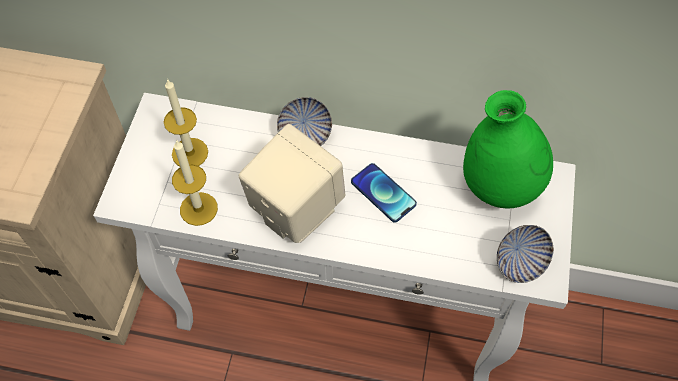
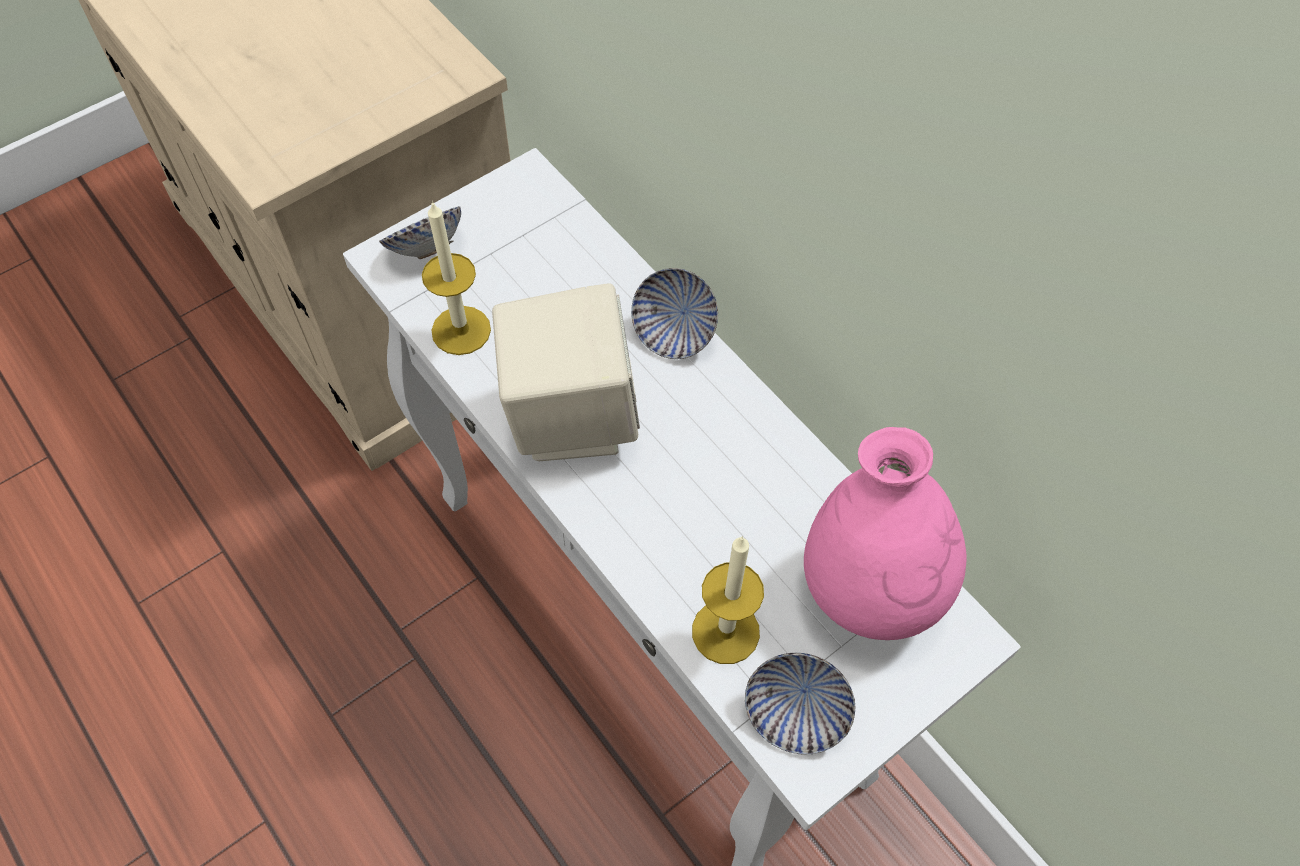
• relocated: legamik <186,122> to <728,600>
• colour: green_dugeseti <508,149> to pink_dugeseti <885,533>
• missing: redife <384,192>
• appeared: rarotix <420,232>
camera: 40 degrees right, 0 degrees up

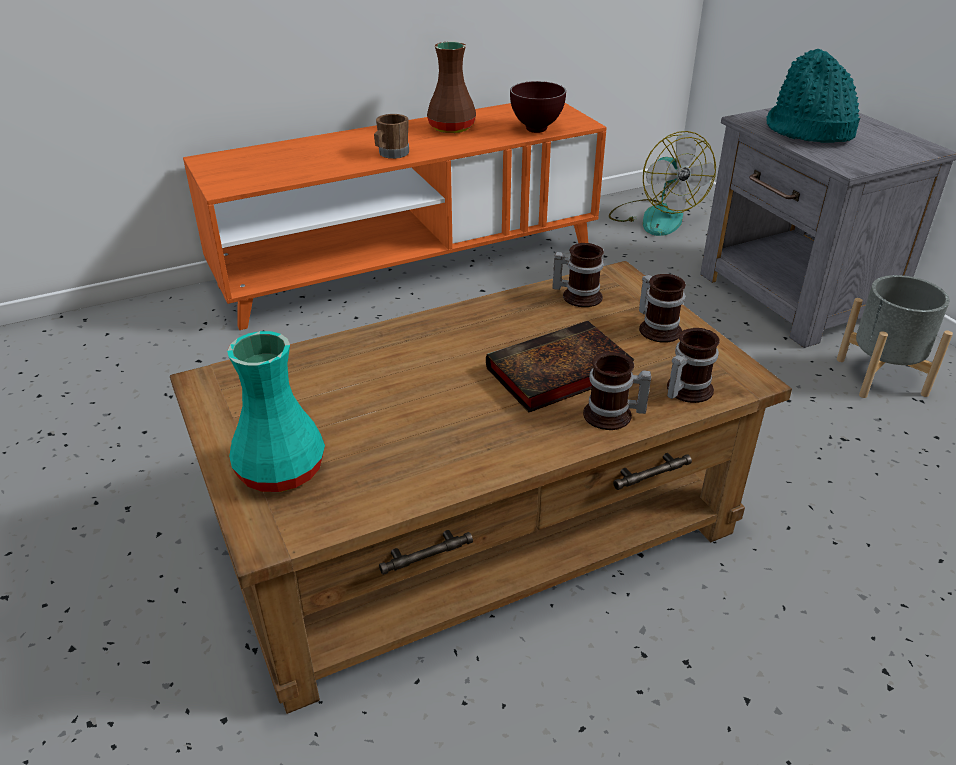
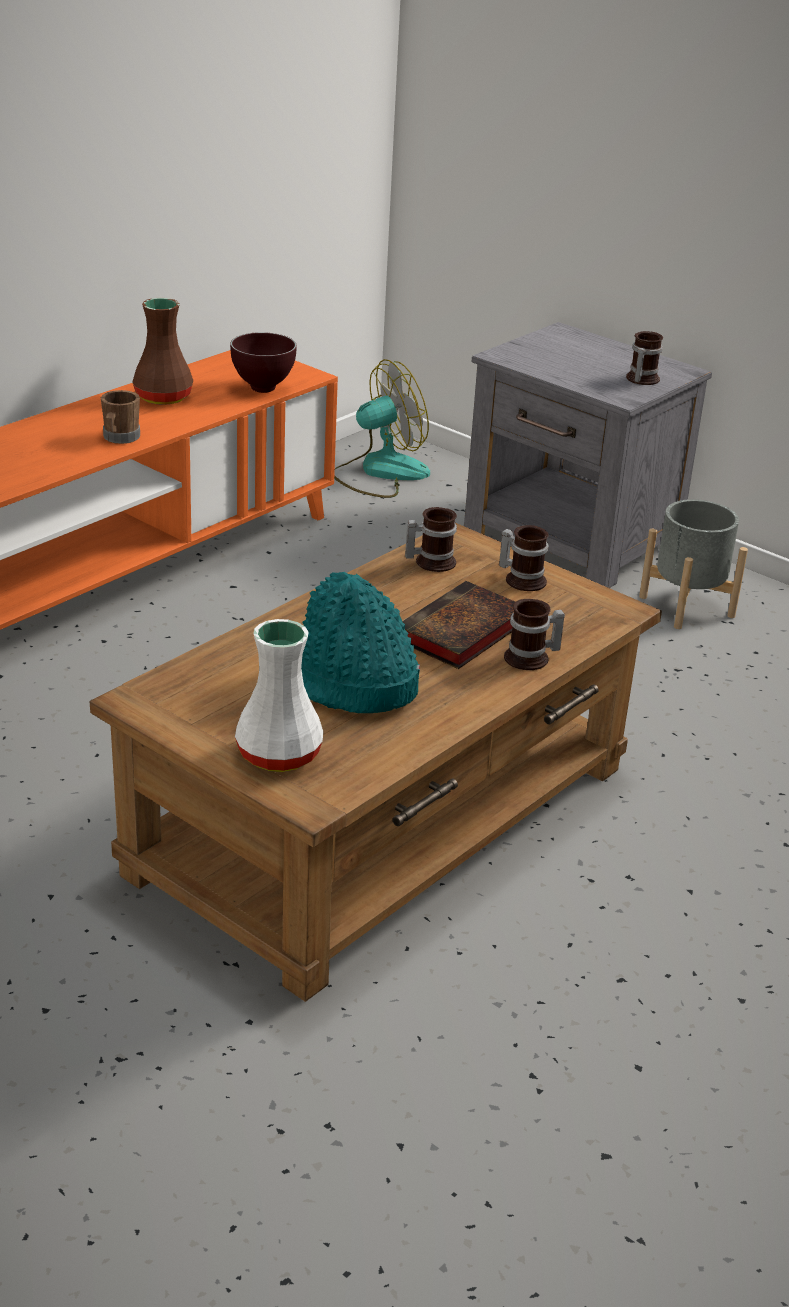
• relocated: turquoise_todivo <813,96> to <360,642>
• spun: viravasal <662,183> = <382,428> 75 degrees counterclockwise
• relocated: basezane <693,365> to <644,358>
• colour: turquoise_dugeseti <276,411> to white_dugeseti <279,695>
camera: 25 degrees left, 5 degrees down

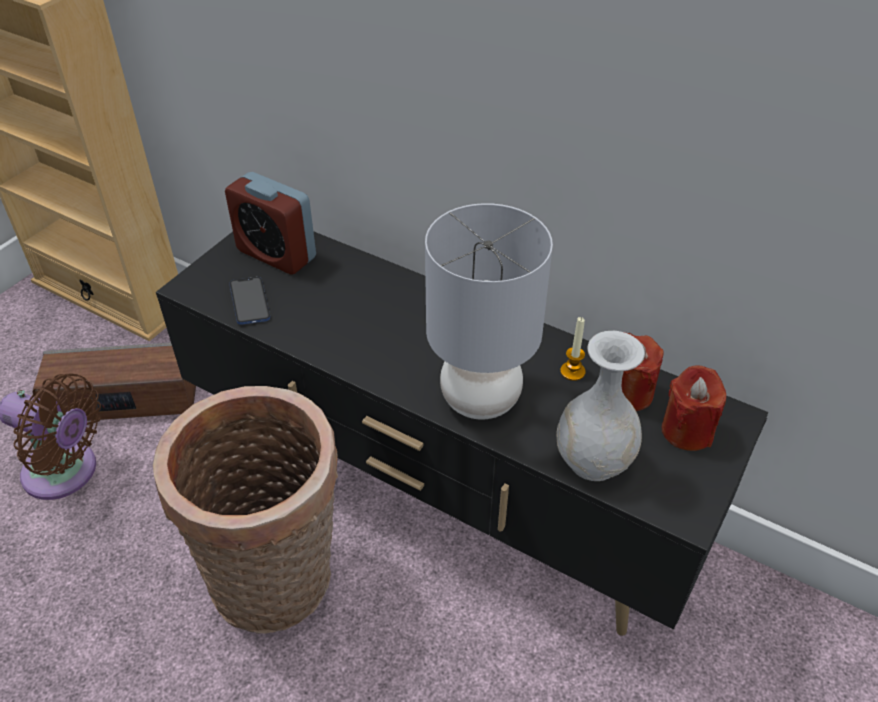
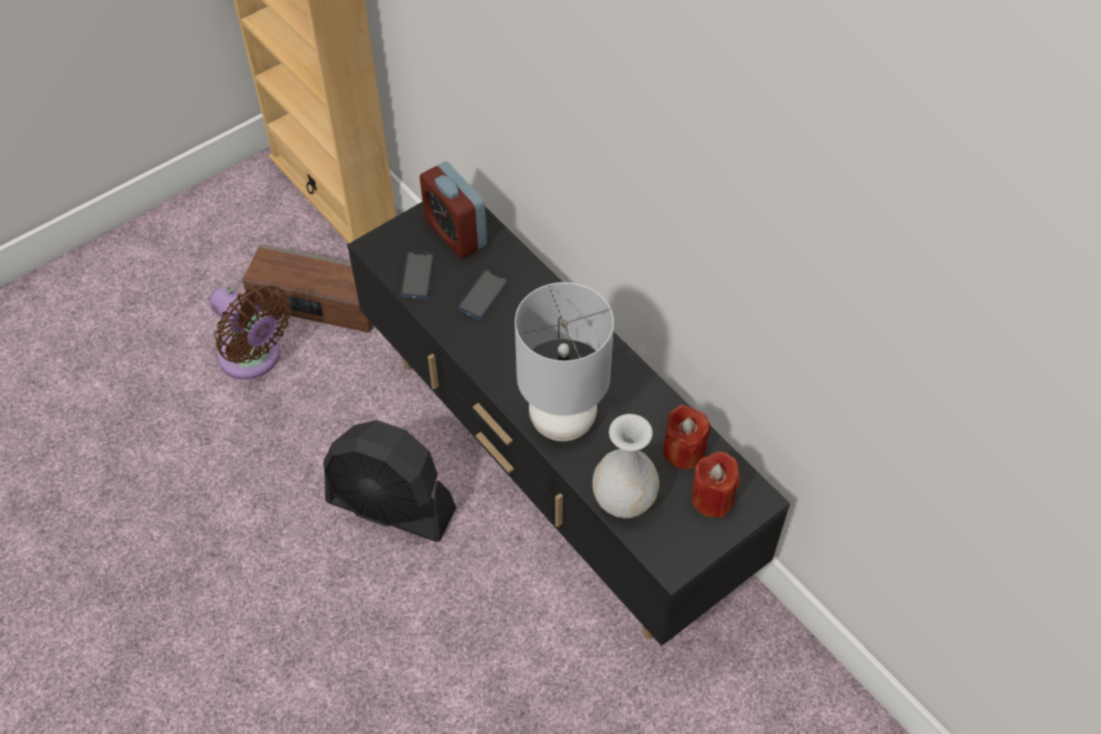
• missing: legamik <573,349>
• exchanged: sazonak <245,510> to black_viravasal <389,481>
• appeared: redife <483,294>
camera: 20 degrees right, 10 degrees up

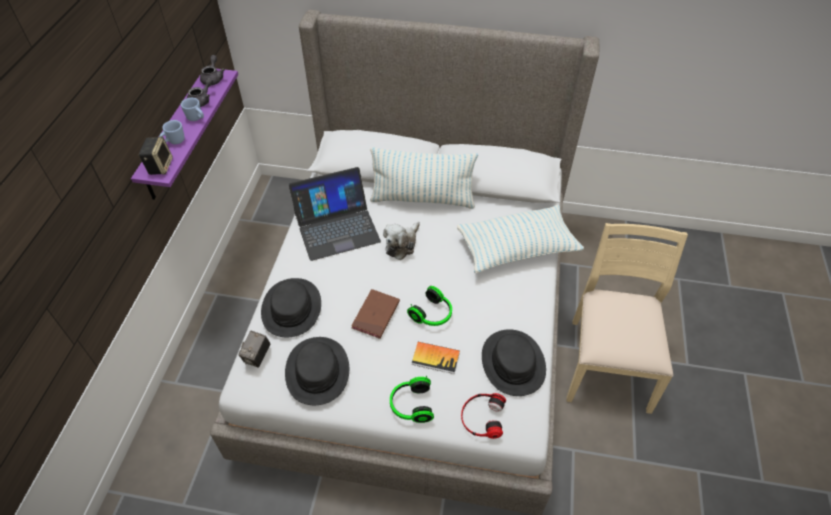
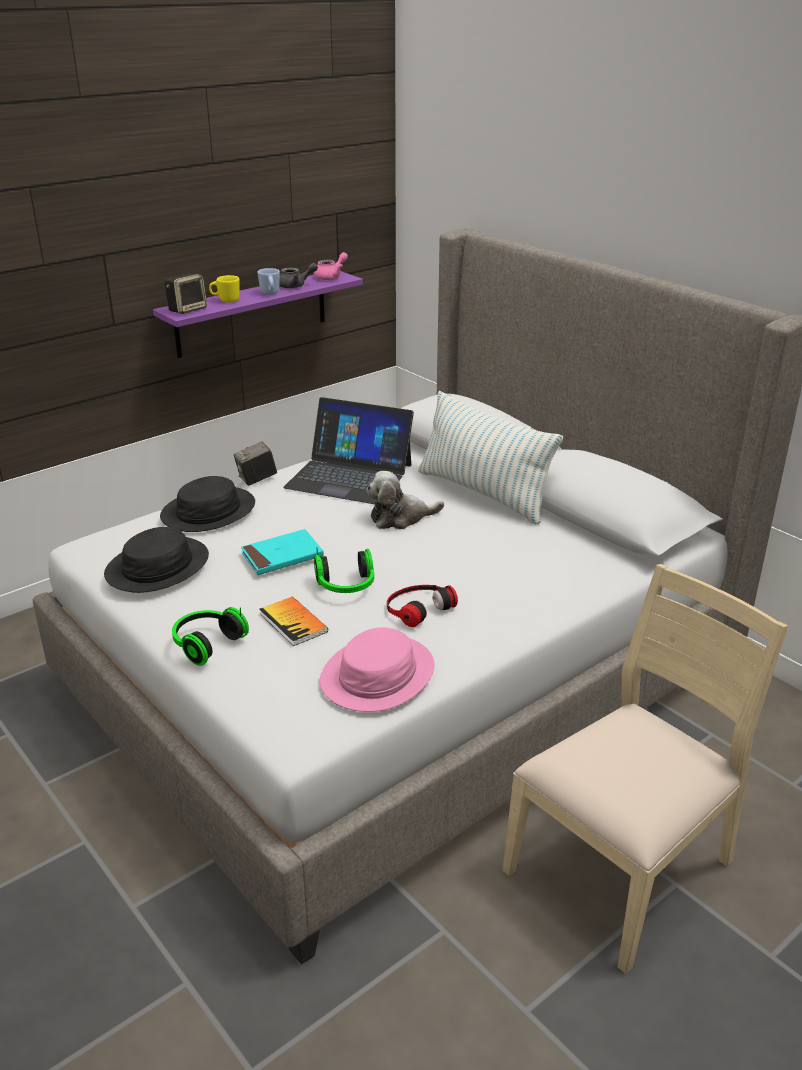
• colour: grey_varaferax <212,70> to pink_varaferax <331,266>
• colour: blue_basezane <172,132> to yellow_basezane <224,289>
• missing: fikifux <520,239>
• colour: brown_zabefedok <375,314> to turquoise_zabefedok <282,552>
• colour: black_todivo <514,362> to pink_todivo <377,669>
• relocated: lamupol <255,349> to <255,463>
• relocated: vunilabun <483,416> to <422,606>
camera: 40 degrees right, 20 degrees down

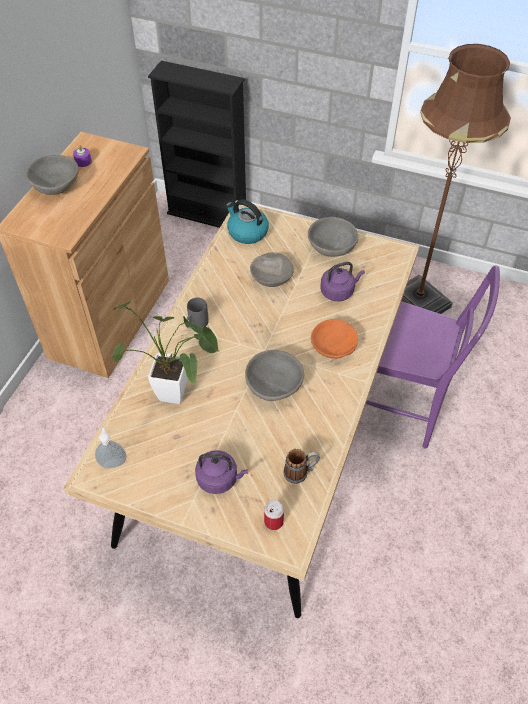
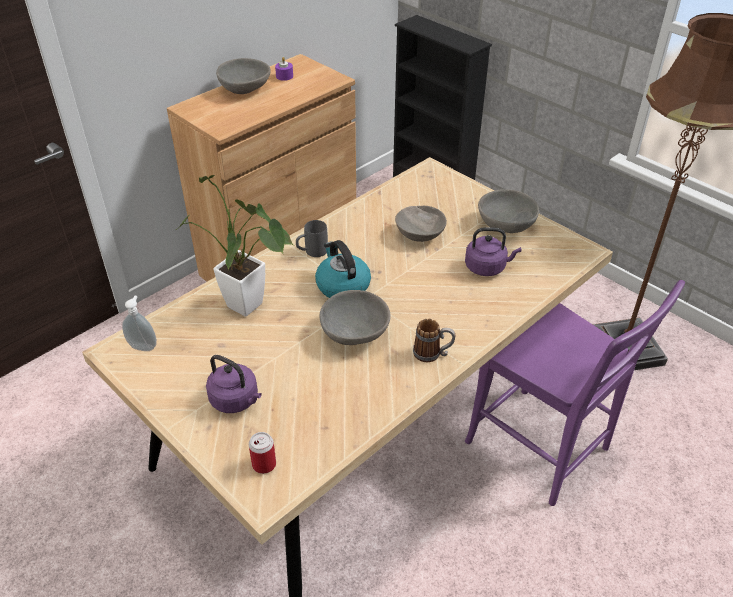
• relocated: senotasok <247,221> to <343,269>
• missing: orange_rarotix <334,339>
• relocated: basezane <301,466> to <434,340>
camera: 25 degrees right, 10 degrees down

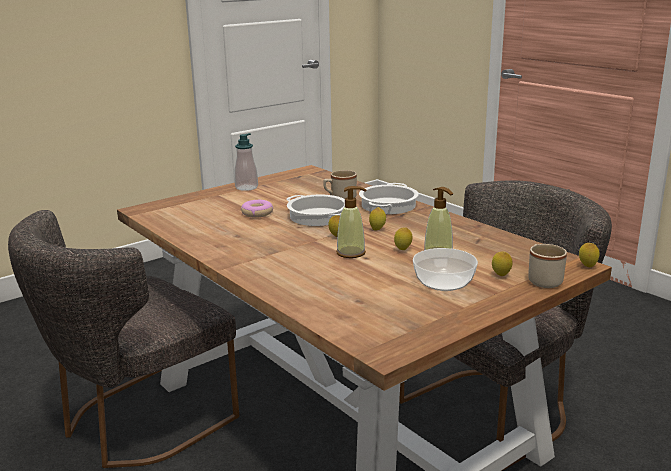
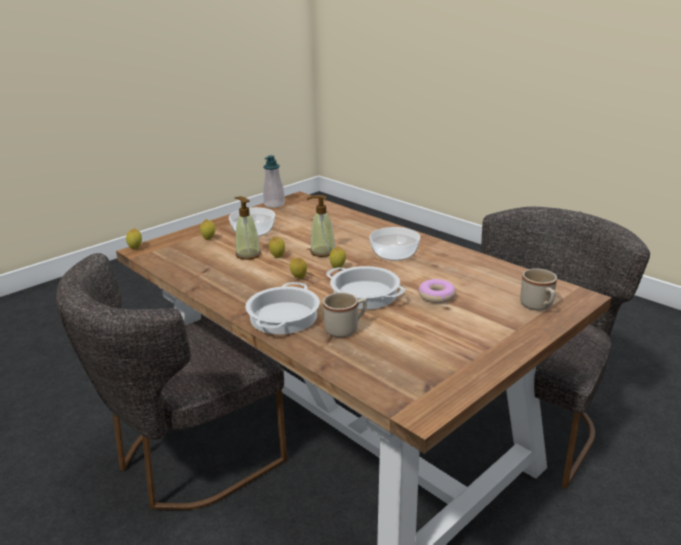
• relocated: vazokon <246,162> to <274,181>
• relocated: beige_basezane <547,266> to <538,289>
• appeared: rarotix <394,244>
camera: 175 degrees right, 5 degrees up

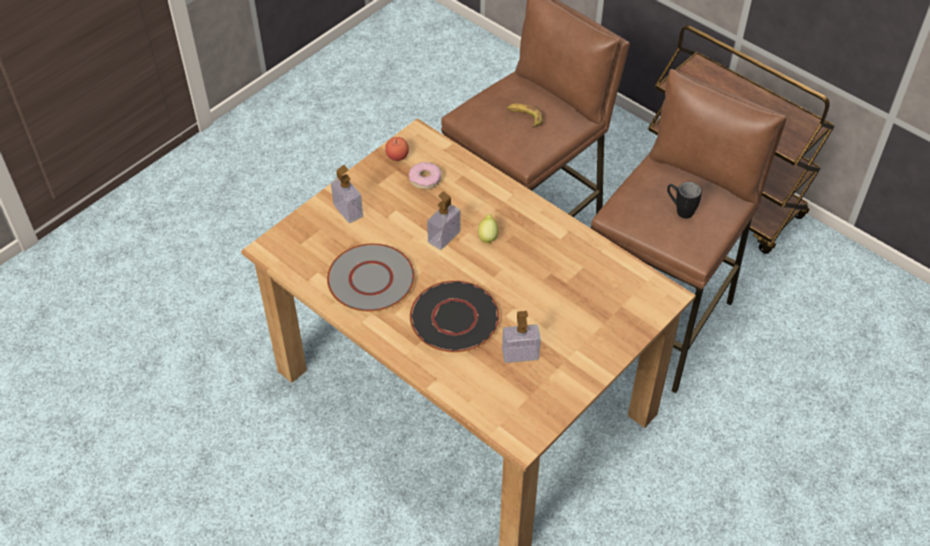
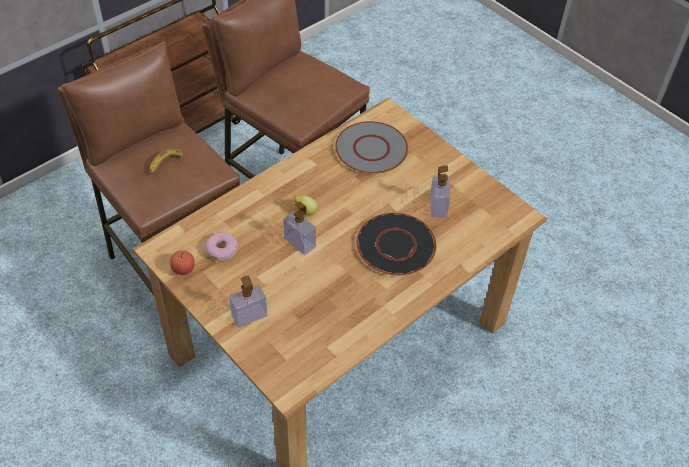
• missing: black_basezane <684,200>
• relocated: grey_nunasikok <371,277> to <371,147>
camera: 85 degrees left, 0 degrees up

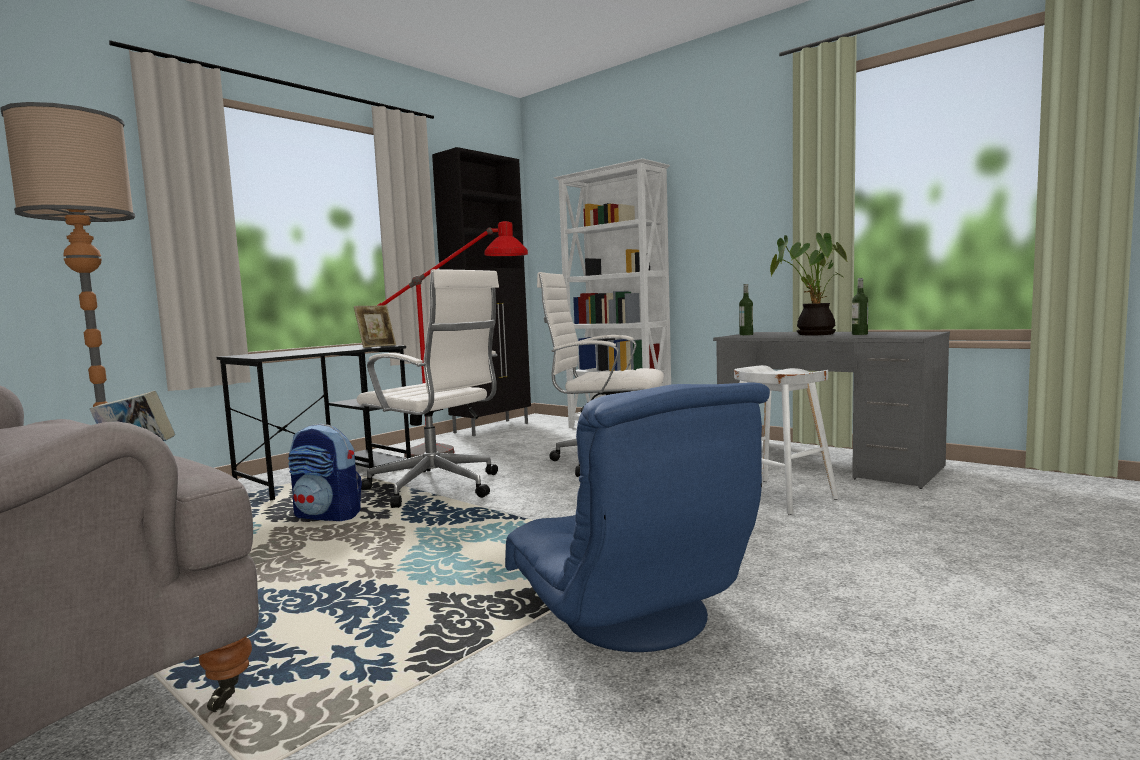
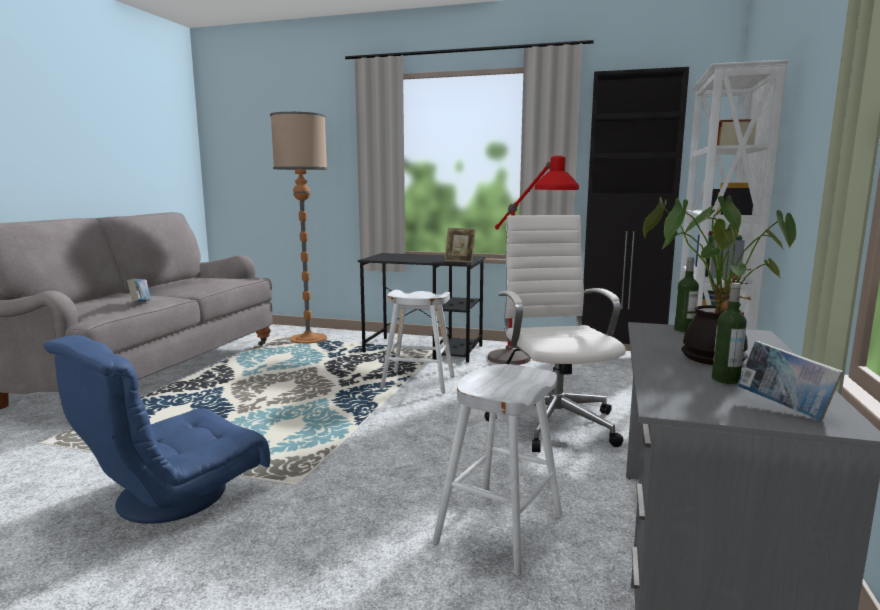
• exchanged: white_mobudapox <428,388> to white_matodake <417,342>
• missing: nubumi <325,472>
• appeared: zabefedok <790,380>
camera: 65 degrees right, 5 degrees up

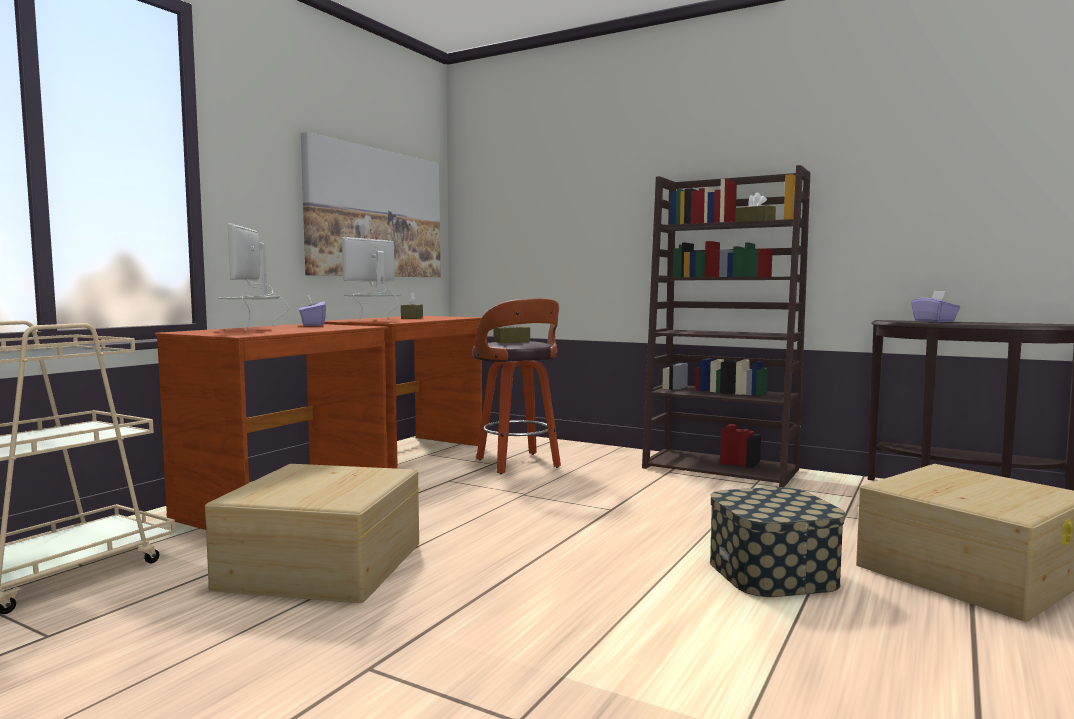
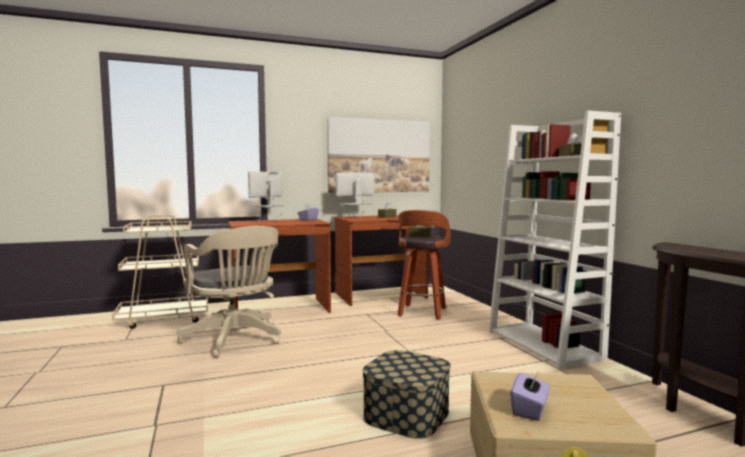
• colour: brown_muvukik <726,326> to white_muvukik <555,240>
• relocated: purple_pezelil <935,306> to <530,395>
• exchanged: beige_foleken <312,533> to beige_mobudapox <229,291>
camera: 40 degrees right, 0 degrees up

